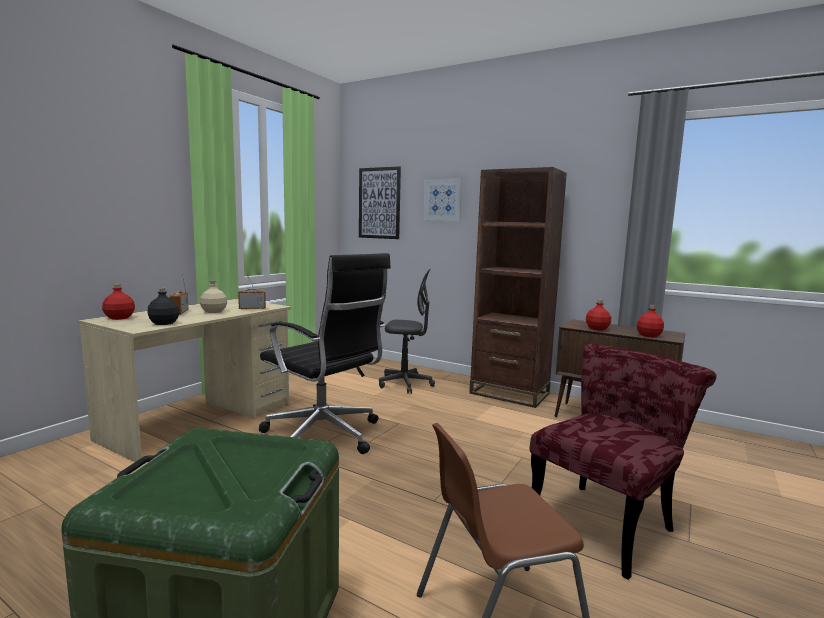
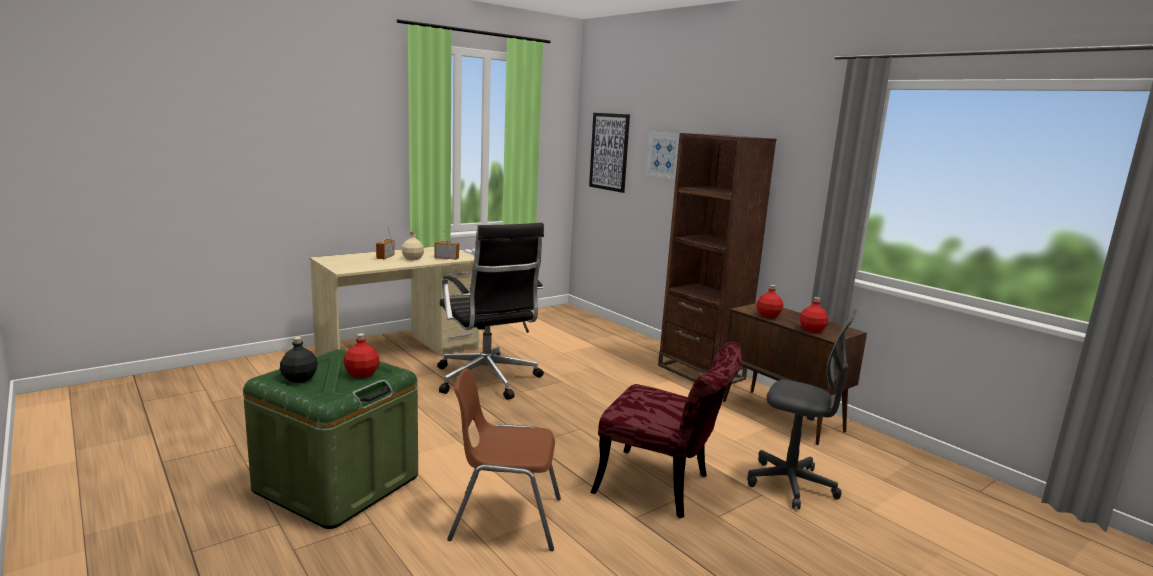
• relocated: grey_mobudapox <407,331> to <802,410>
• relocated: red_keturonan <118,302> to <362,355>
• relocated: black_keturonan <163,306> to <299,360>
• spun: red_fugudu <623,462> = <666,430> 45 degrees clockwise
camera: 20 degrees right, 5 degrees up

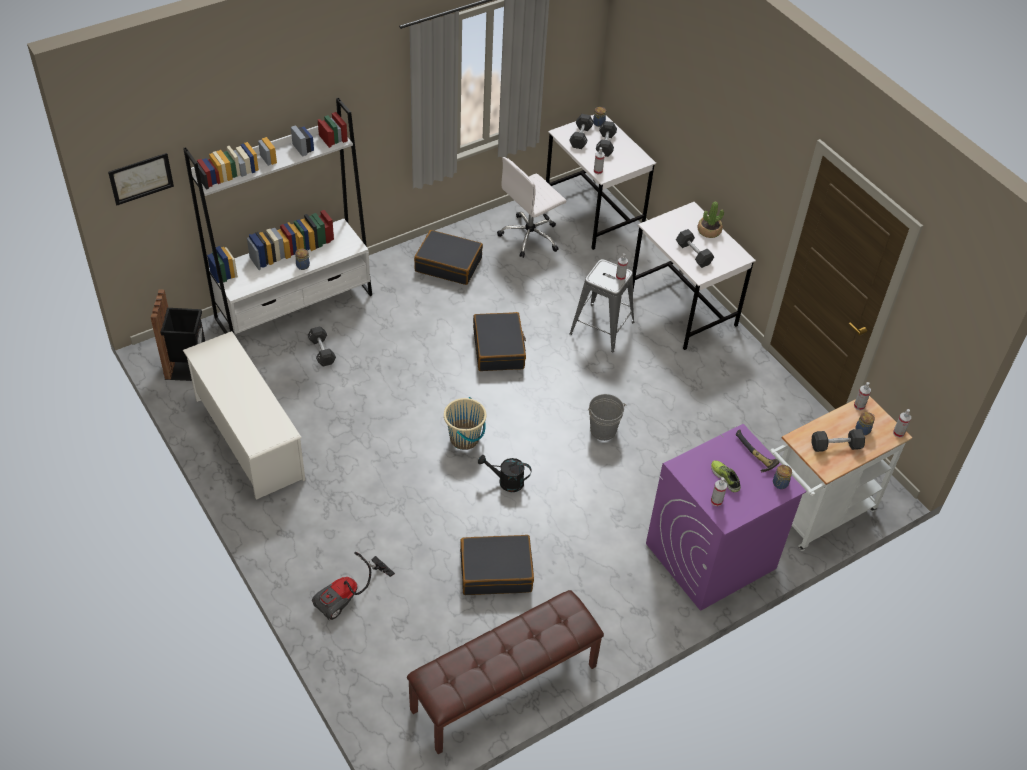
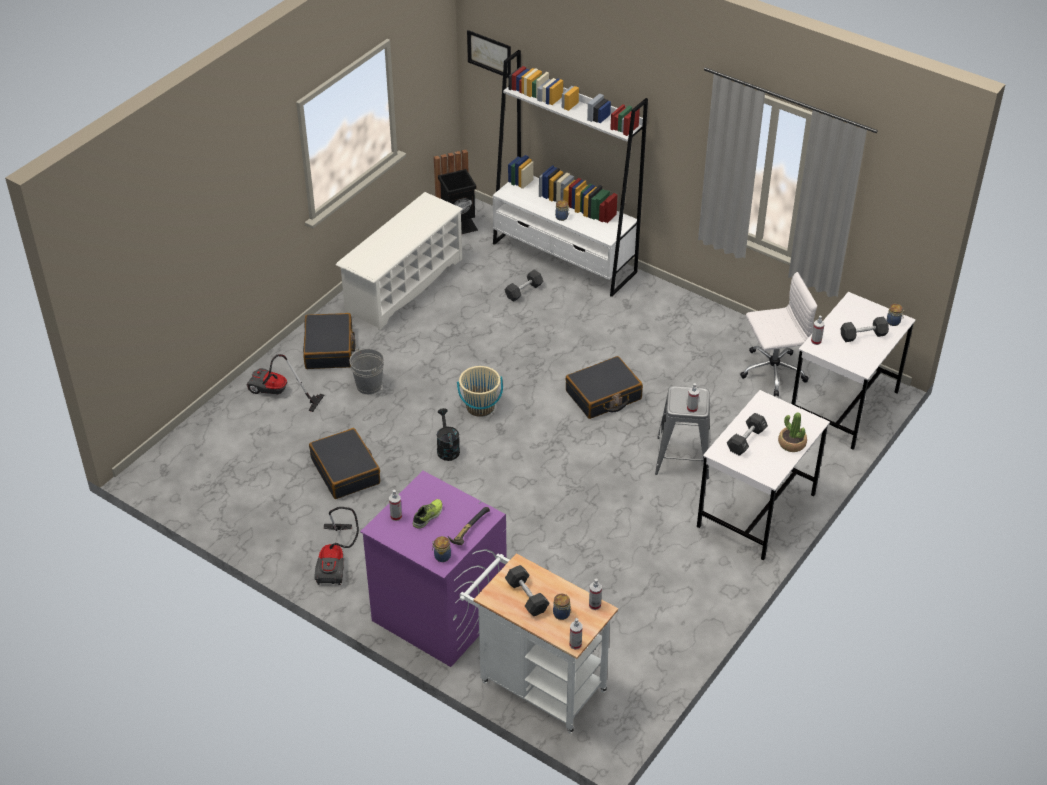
• missing: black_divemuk <581,131>
• spun: white_mobudapox <531,207> = <778,334> 135 degrees clockwise
• relocated: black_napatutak <448,257> to <329,341>
• relocated: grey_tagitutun <607,417> to <367,371>
• missing: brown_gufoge <505,672>
• appeared: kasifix <336,546>
camera: 70 degrees right, 5 degrees down

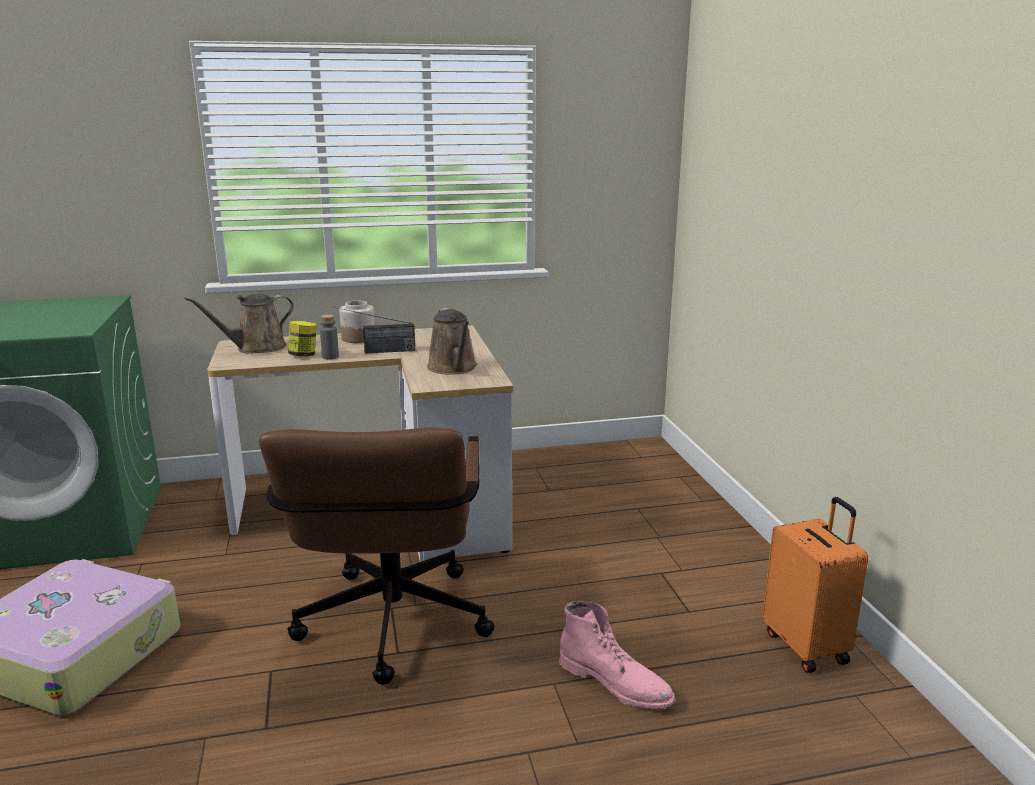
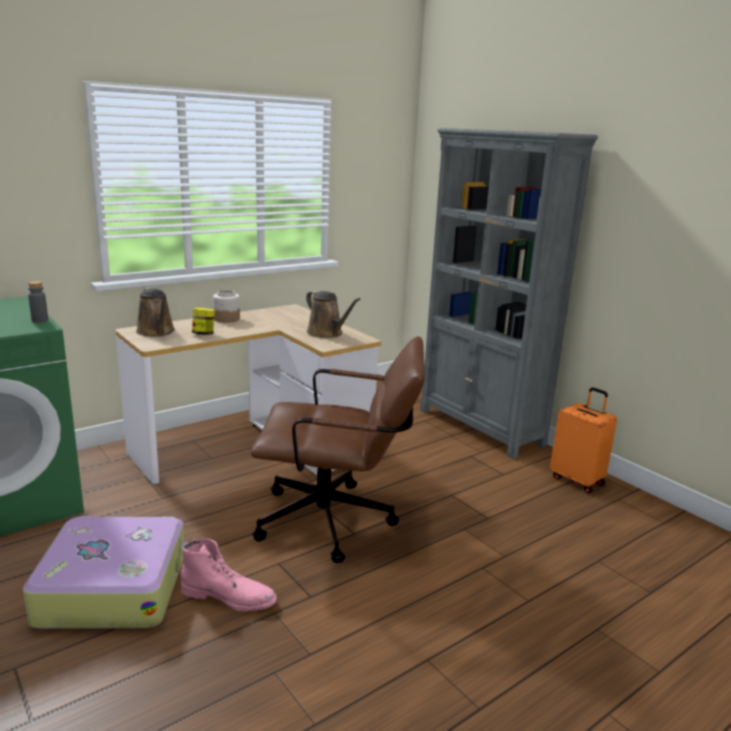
• spun: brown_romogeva <239,324> = <155,312> 60 degrees counterclockwise
• missing: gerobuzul <374,330>
• relocated: grey_keturonan <329,336> to <38,302>
• spun: brown_mobudapox <376,556> = <338,449> 60 degrees counterclockwise
• relocated: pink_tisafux <617,655> to <229,575>
• appeared: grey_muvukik <509,293>
camera: 25 degrees left, 0 degrees up

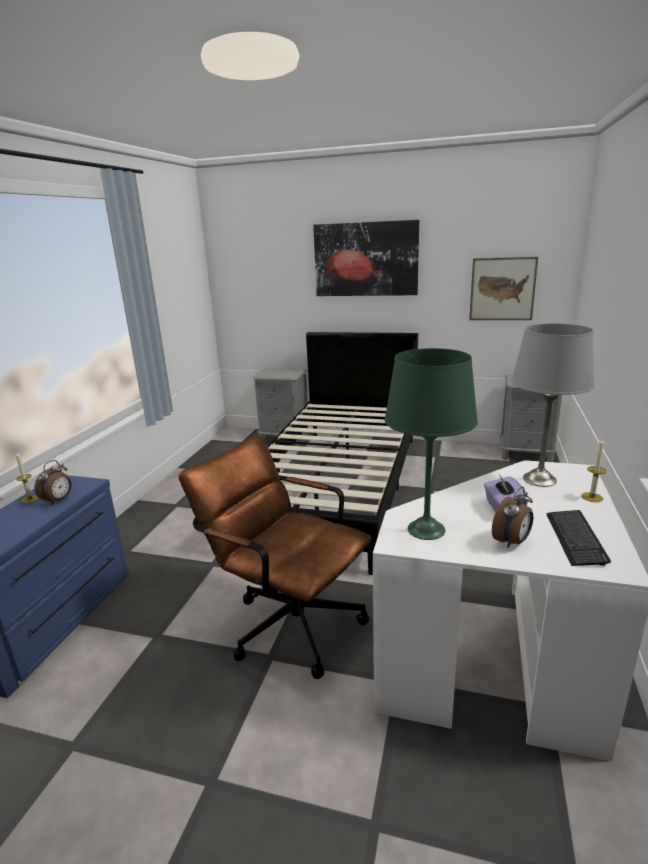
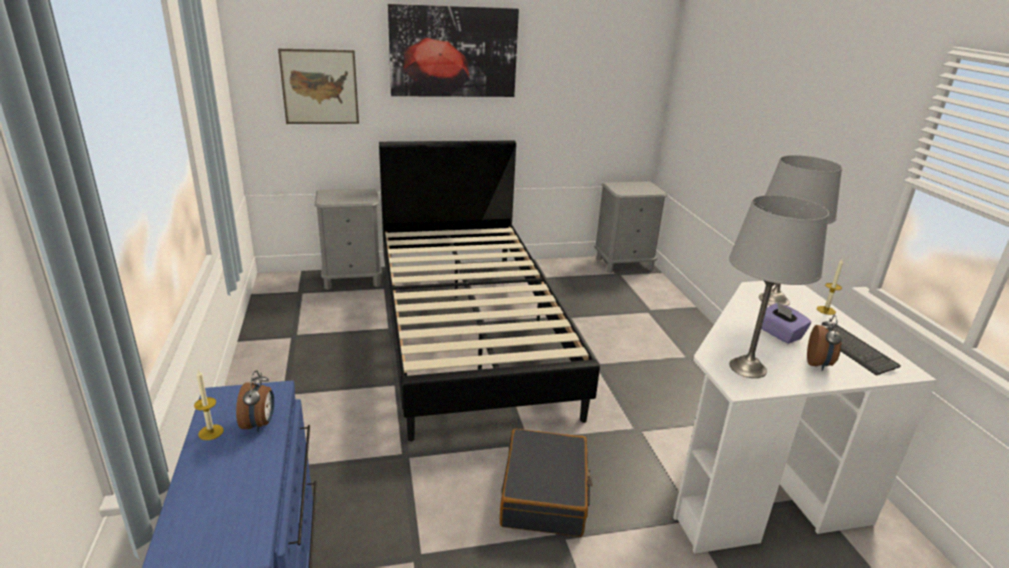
• relocated: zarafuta <503,288> to <318,86>
• colour: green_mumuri <431,444> to grey_mumuri <779,286>
• exchanged: brown_mobudapox <275,557> to black_napatutak <546,483>
camera: 30 degrees left, 5 degrees up

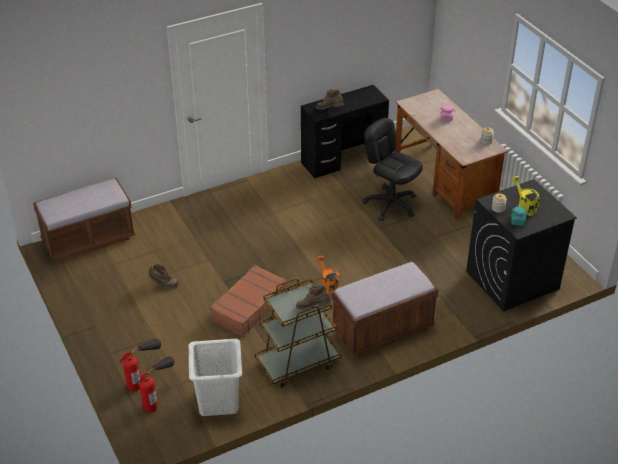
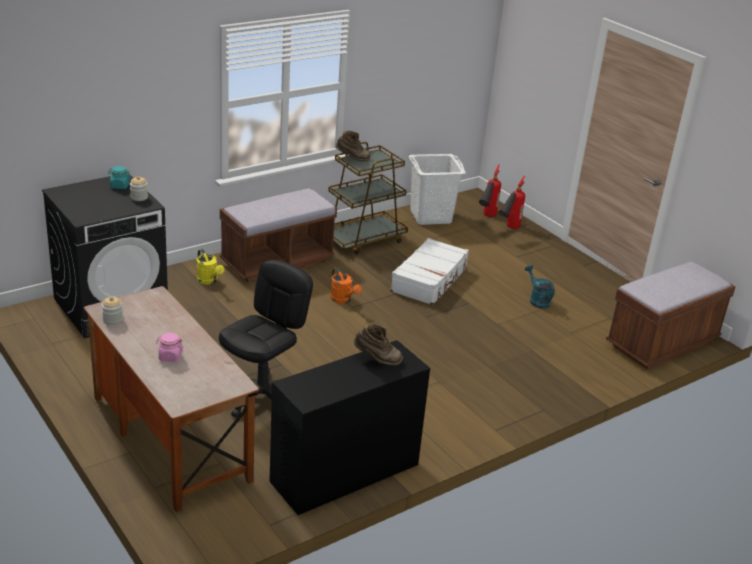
• spun: black_mobudapox <392,169> = <266,339> 90 degrees counterclockwise
• relocated: yellow_romogeva <526,196> to <210,267>
• exchanged: brown_tisafux <163,276> to turquoise_romogeva <540,287>
• colour: brown_napatutak <248,301> to white_napatutak <429,271>
camera: 170 degrees right, 10 degrees down

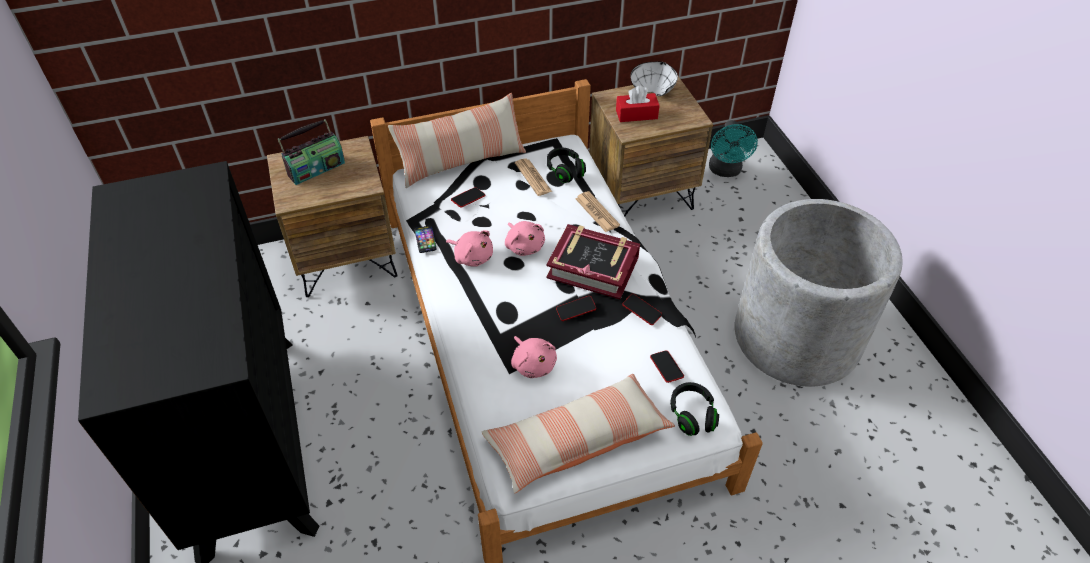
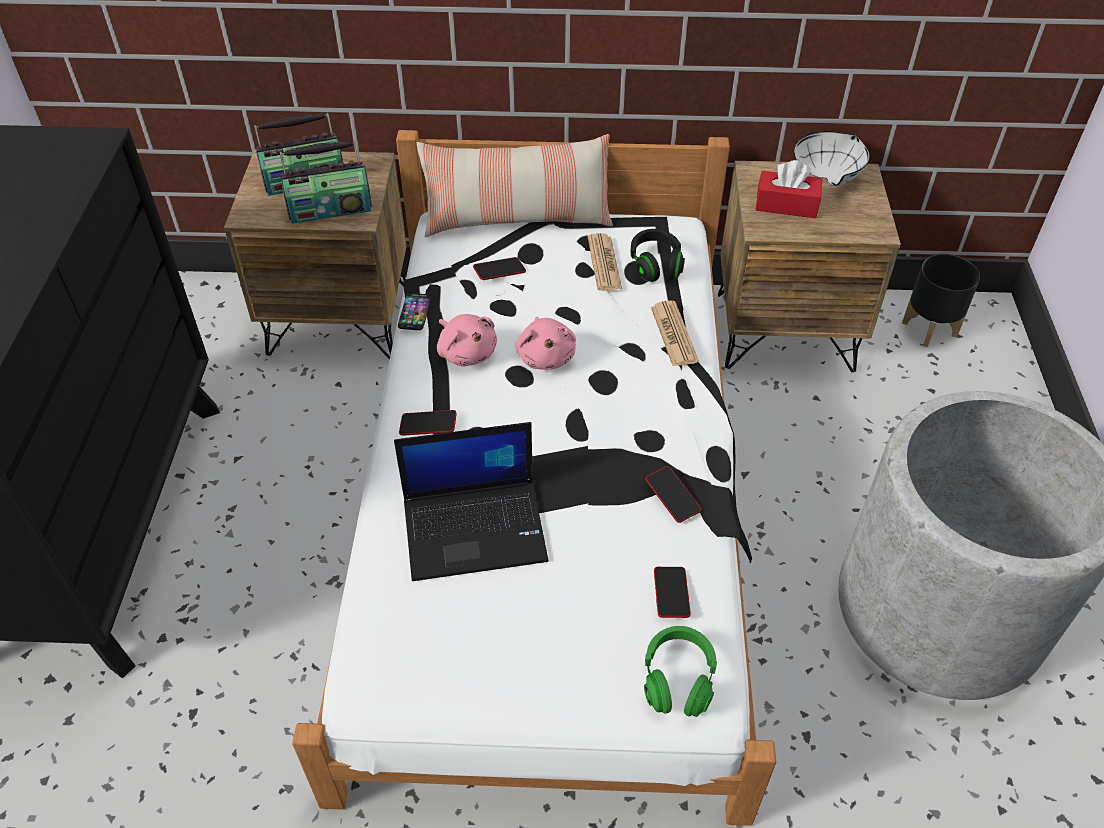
• exchanged: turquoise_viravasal <733,148> to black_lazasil <941,300>
• missing: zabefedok <593,261>
• relocated: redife <576,308> to <428,423>
• exchanged: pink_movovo <534,357> to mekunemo <471,501>
• missing: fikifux <578,434>
• colour: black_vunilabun <694,409> to green_vunilabun <680,671>
• appeared: gerobuzul <326,182>
camera: 20 degrees right, 0 degrees up

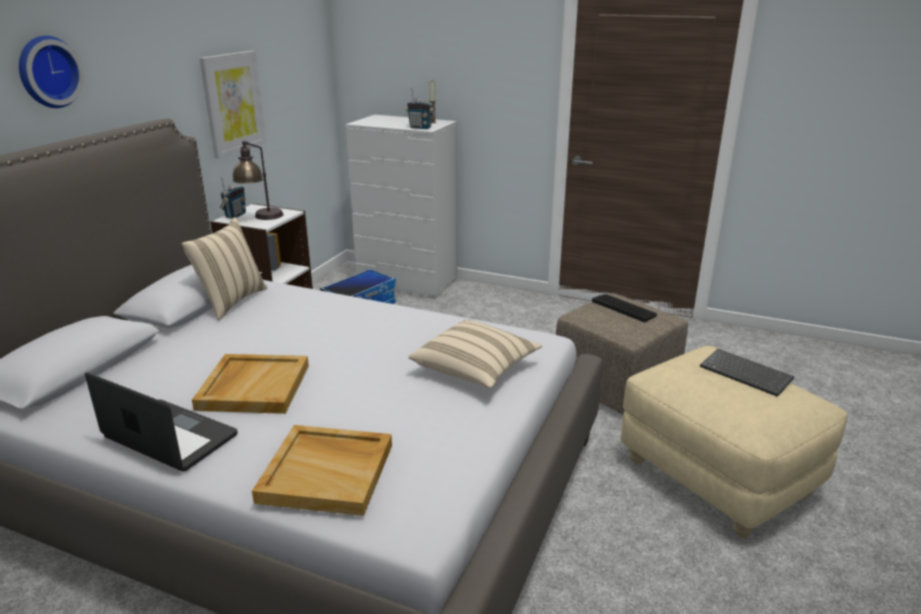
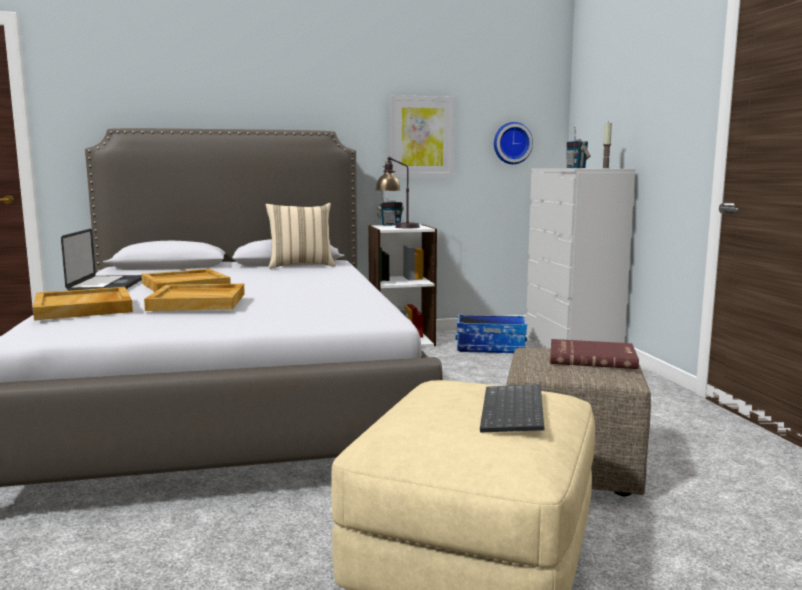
• relocated: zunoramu <51,72> to <513,143>
• exchanged: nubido <624,308> to red_zabefedok <594,354>
• missing: beige_fikifux <475,354>
• appeared: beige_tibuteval <194,297>
camera: 55 degrees right, 15 degrees down

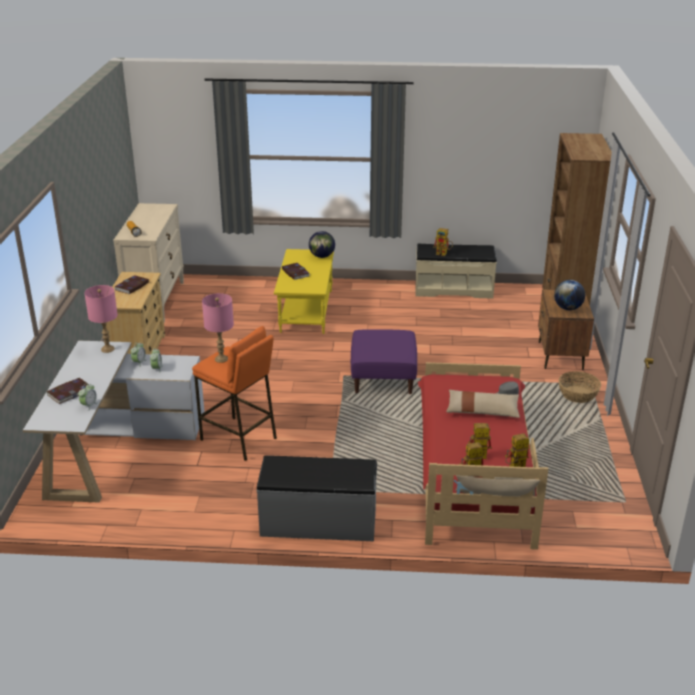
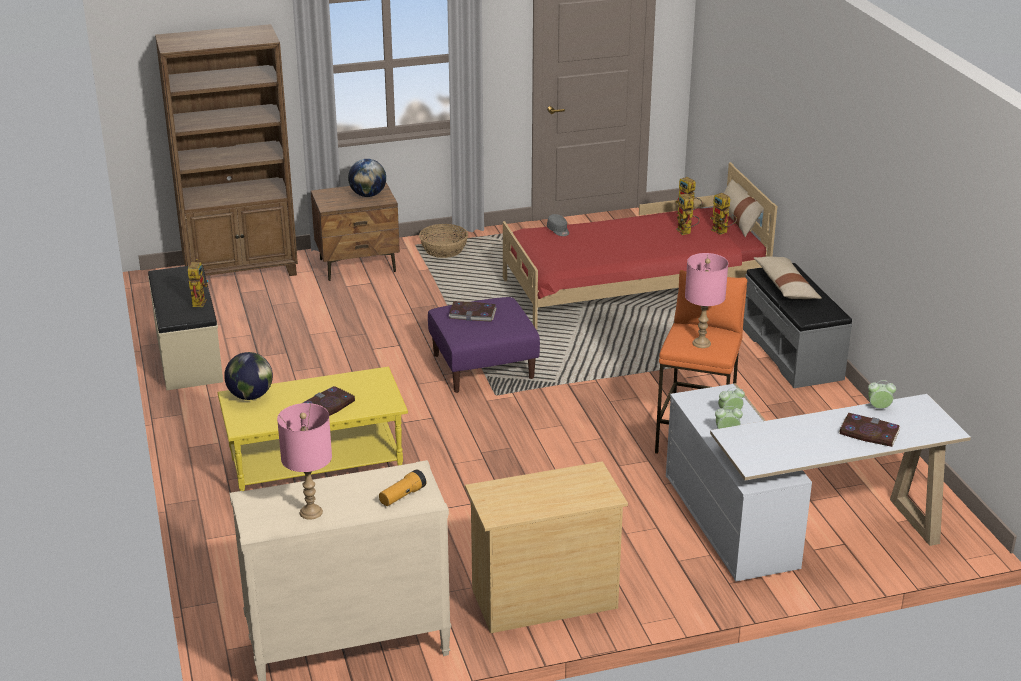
• relocated: zabefedok <131,284> to <472,311>
• relocated: pink_mumuri <101,319> to <304,461>
• relocated: beige_fikifux <483,404> to <788,278>
camera: 110 degrees left, 0 degrees up

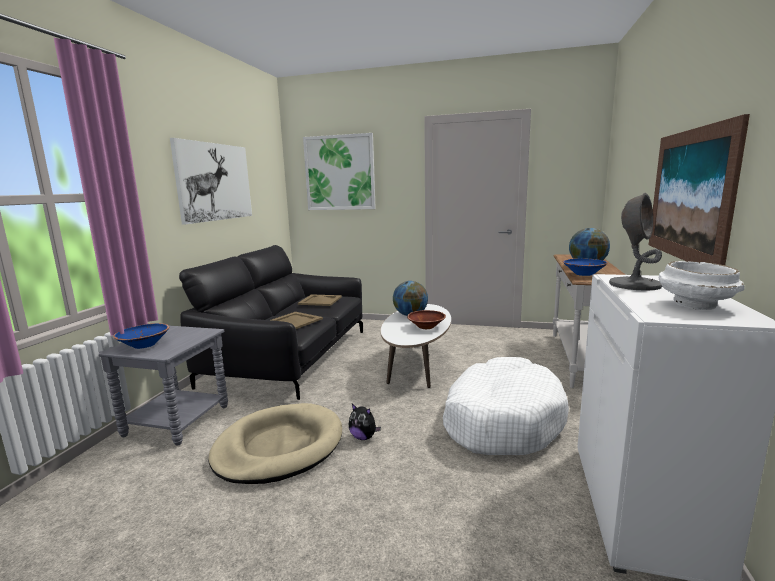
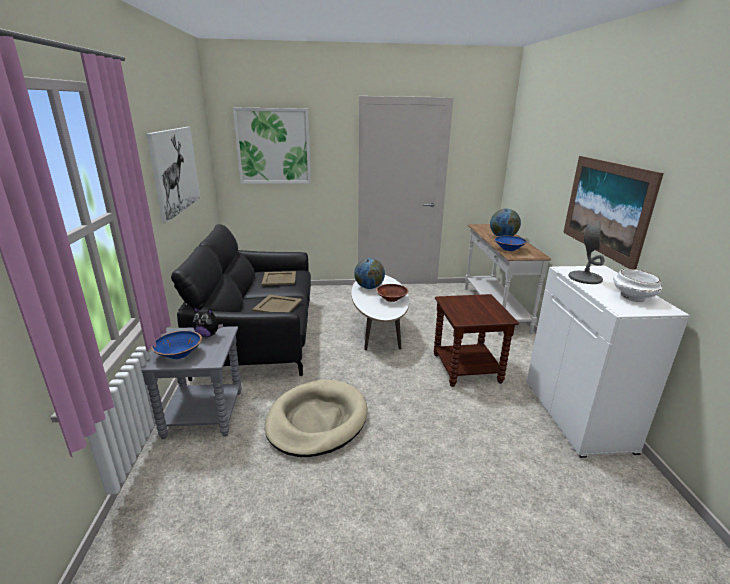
• exchanged: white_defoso <506,406> to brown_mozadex <476,340>
• relocated: movovo <365,422> to <208,322>
camera: 20 degrees left, 10 degrees up

